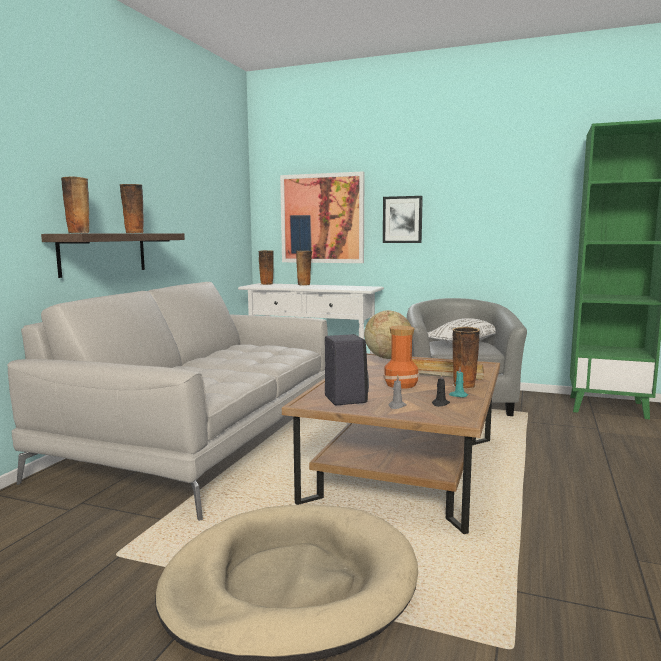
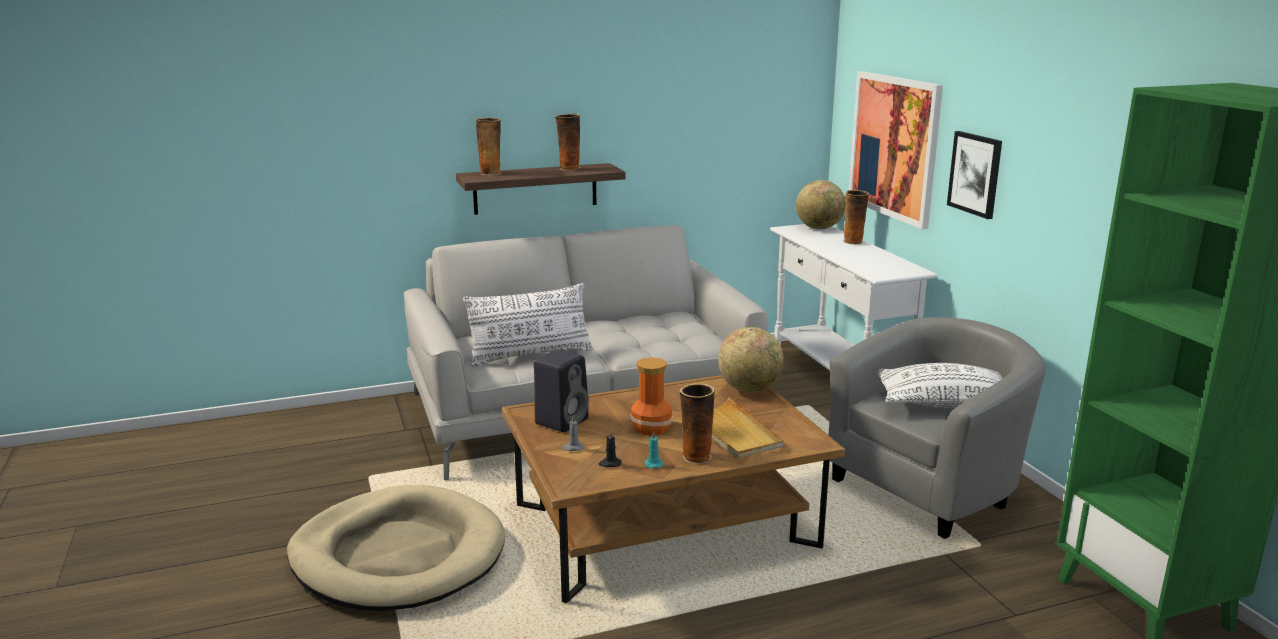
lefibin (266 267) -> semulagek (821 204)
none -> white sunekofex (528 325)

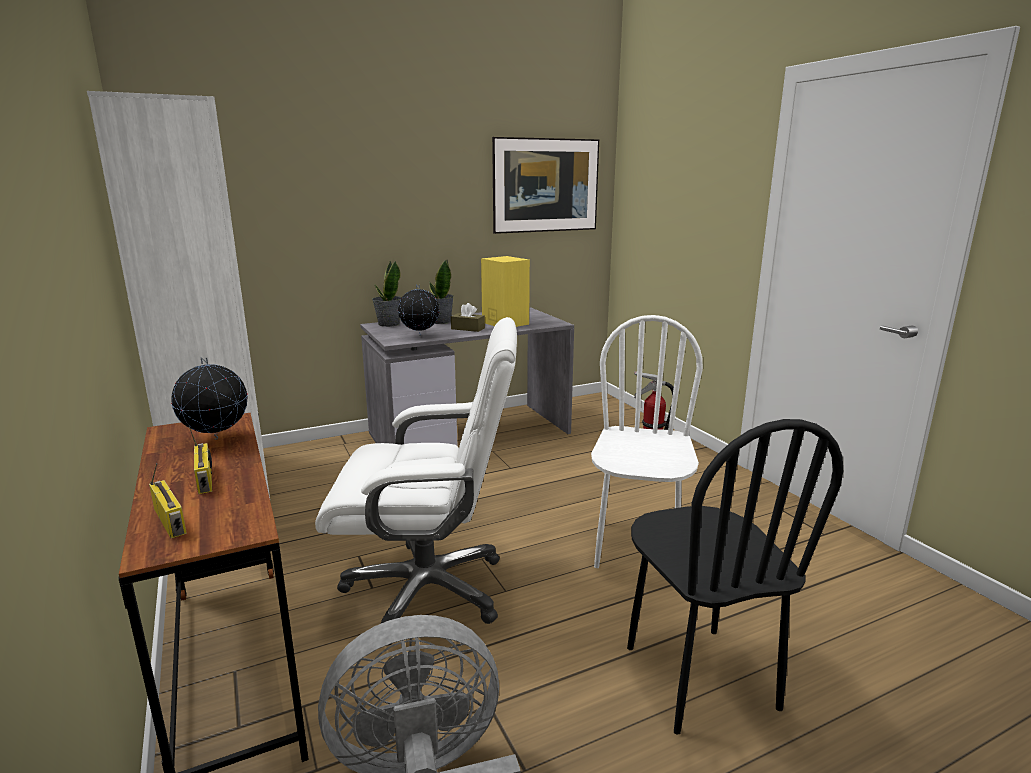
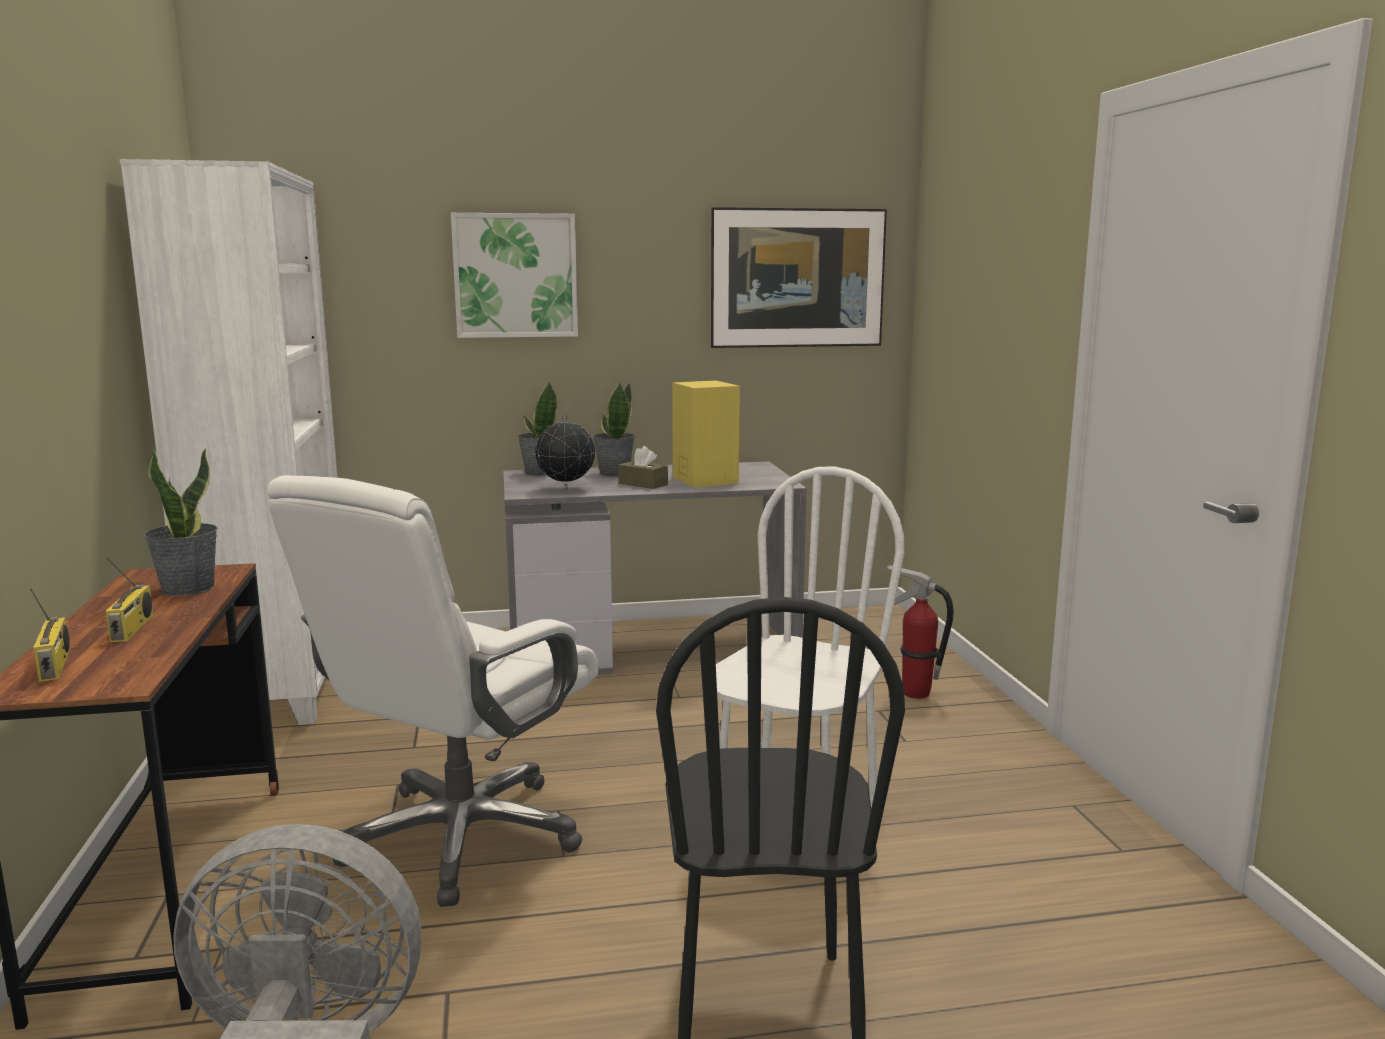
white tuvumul (416 481) -> white tuvumul (433 691), 105 degrees clockwise
semulagek (209 398) -> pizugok (181 522)
none -> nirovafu (514 275)

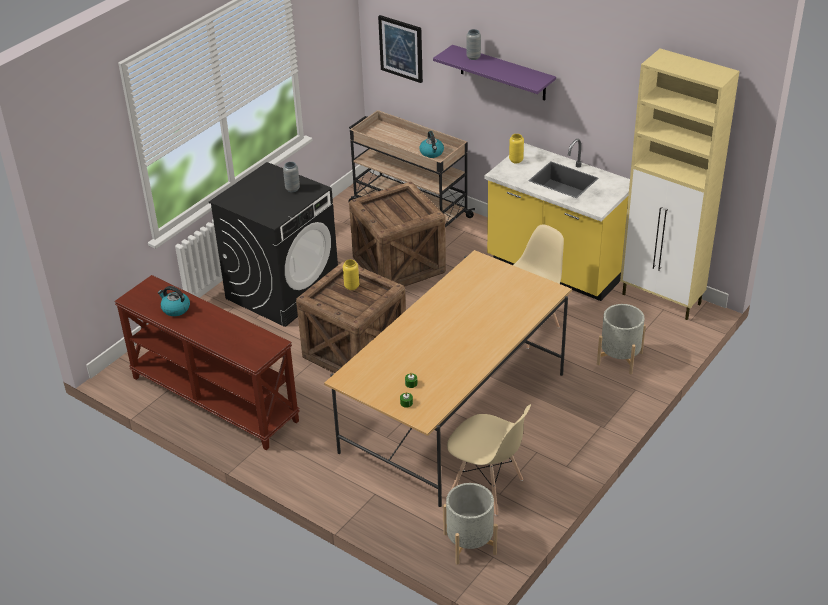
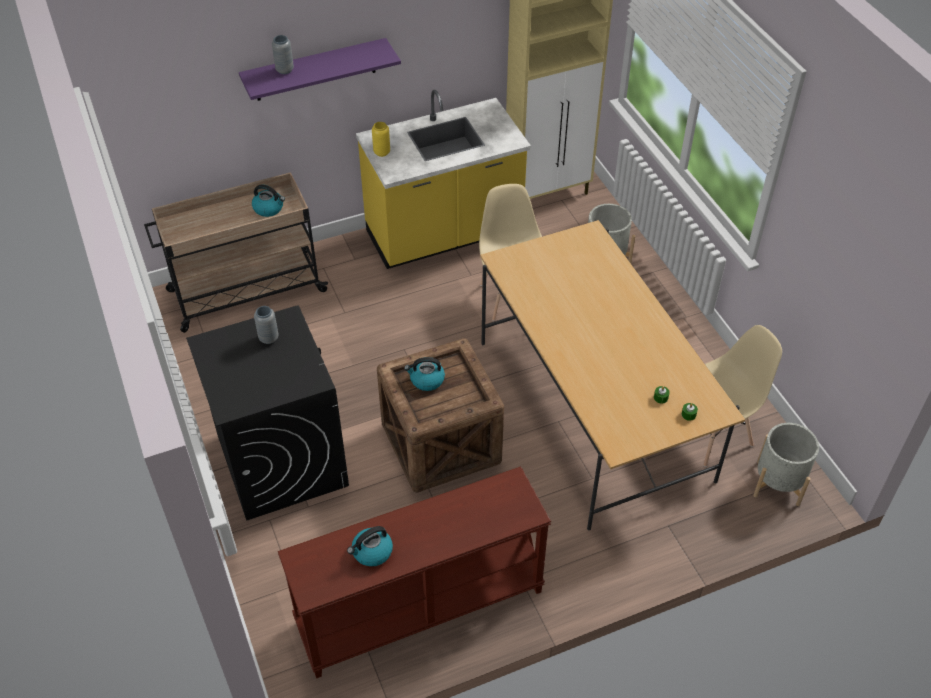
nirovafu (400 49) -> none
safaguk (397 234) -> none
yellow lefibin (351 274) -> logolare (424 374)

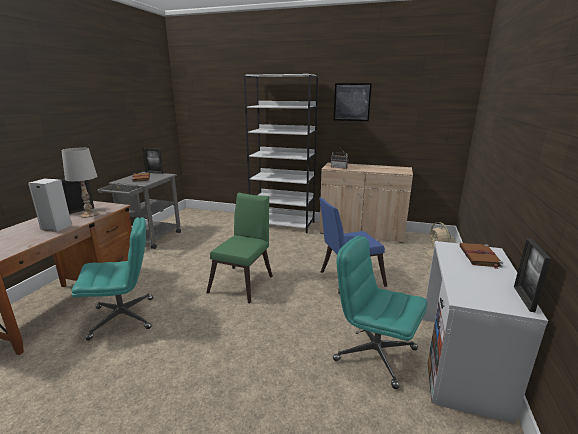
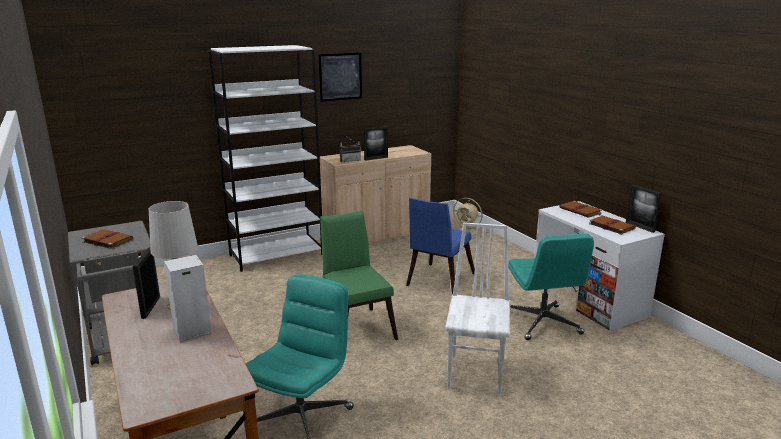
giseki (152 161) -> giseki (376 143), shifted
turquoise tuvumul (380 312) -> turquoise tuvumul (551 287), 90 degrees counterclockwise
none -> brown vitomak (612 225)
none -> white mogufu (477 309)

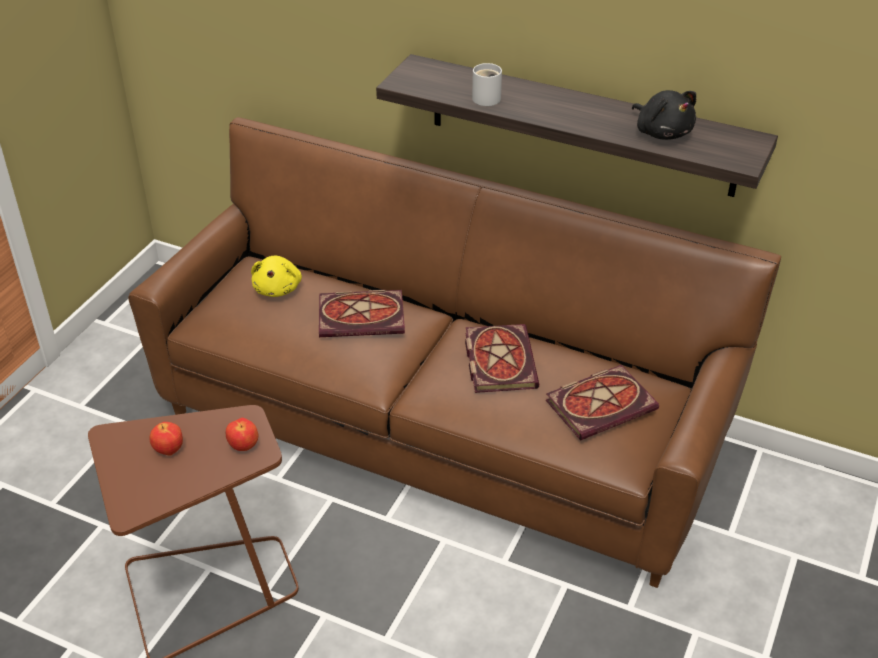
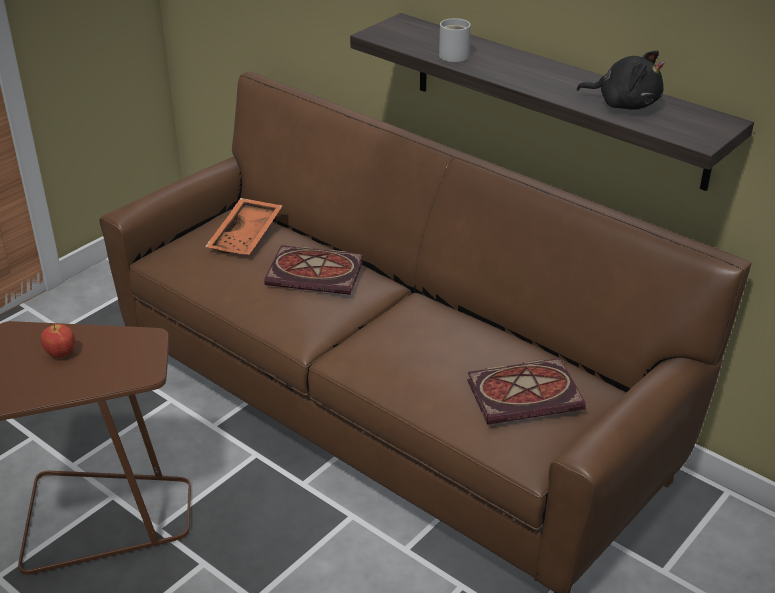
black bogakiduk (664 115) -> black bogakiduk (620 80), 45 degrees counterclockwise
yellow bogakiduk (276 276) -> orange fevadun (244 226)
vitomak (502 358) -> none
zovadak (242 434) -> none

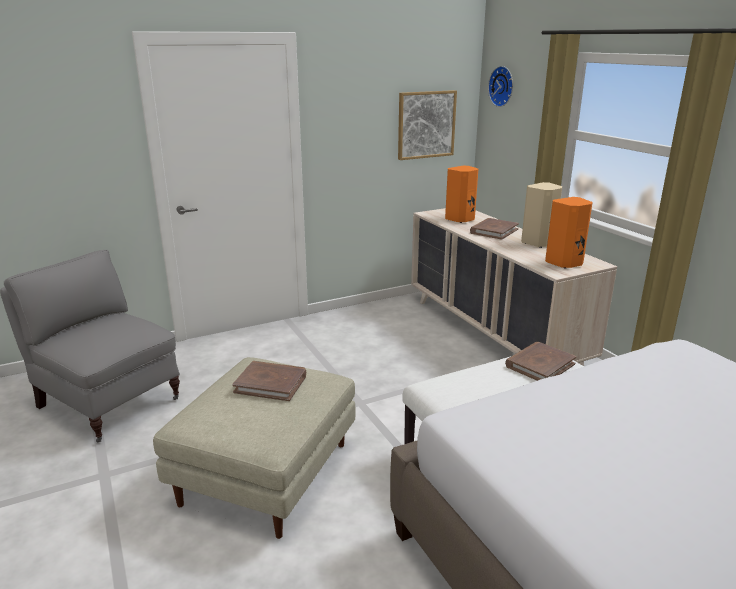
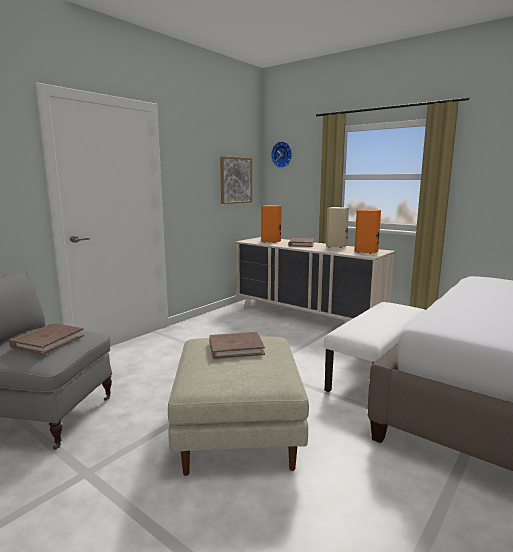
brown vitomak (540 361) -> brown vitomak (46 339), shifted

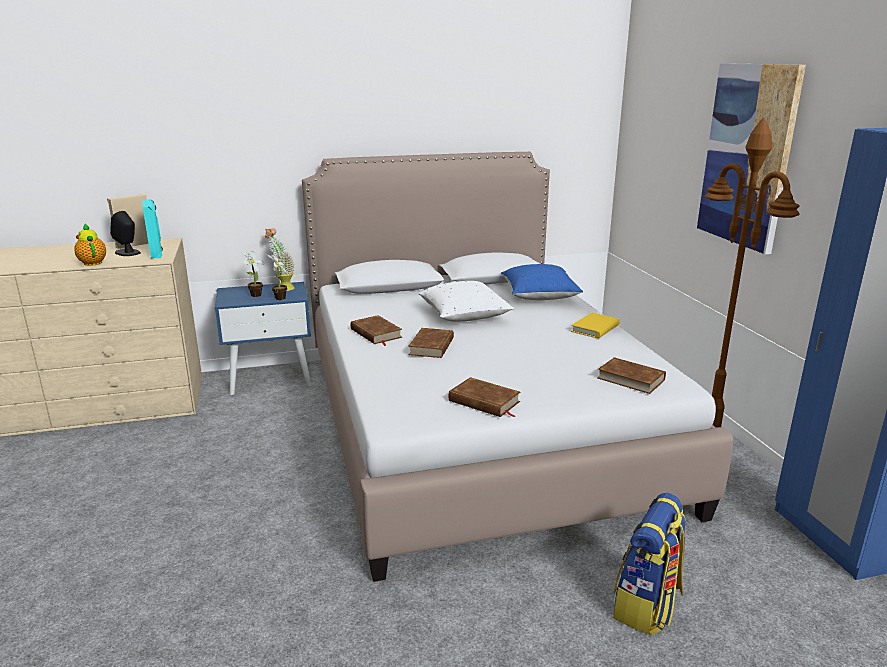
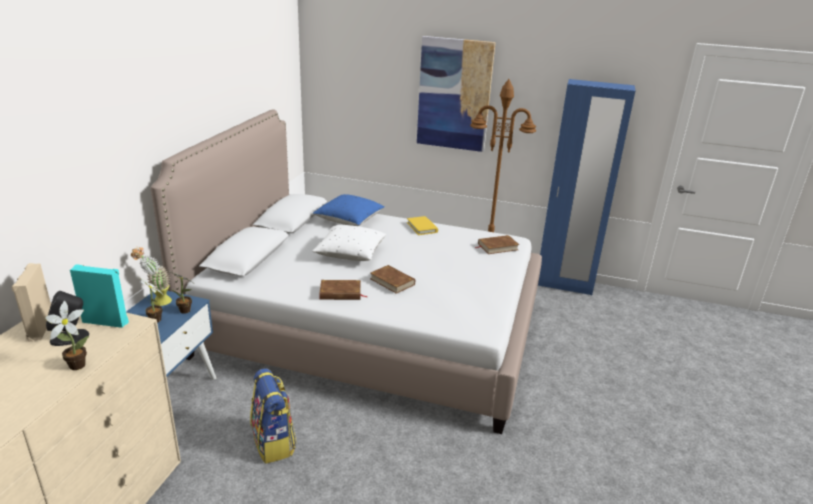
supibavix (90 244) -> pizugok (67 335)
brown vitomak (484 397) -> none
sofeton (649 564) -> sofeton (273 416), shifted

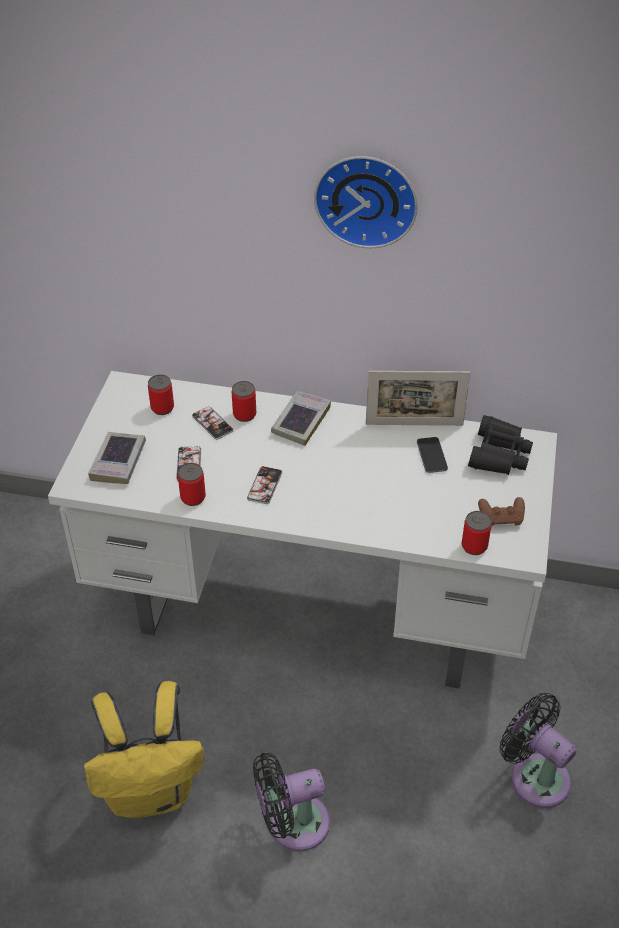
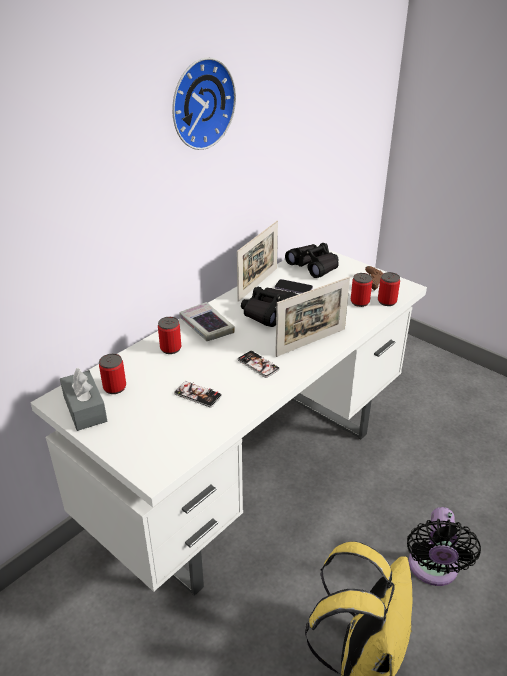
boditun (213 423) -> none
vitomak (117 458) -> none
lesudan (192 484) -> lesudan (361 290), shifted
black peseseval (538 750) -> none
none -> giseki (312 317)
none -> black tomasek (269 307)
none -> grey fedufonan (83 399)

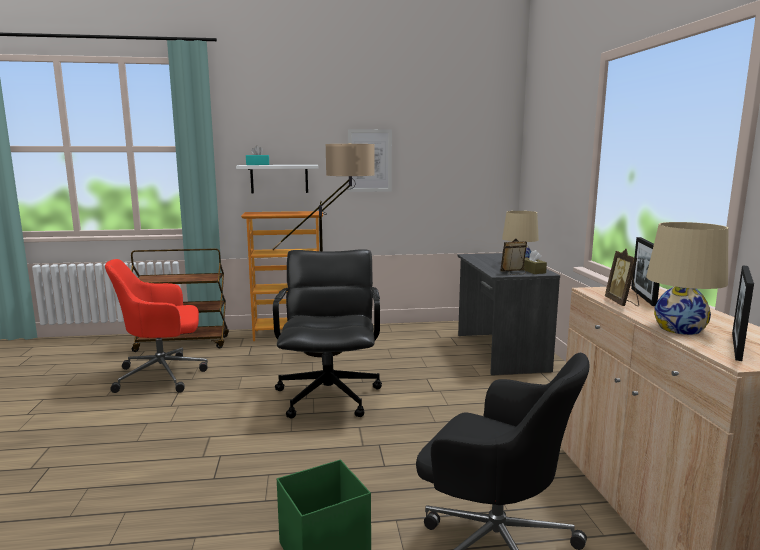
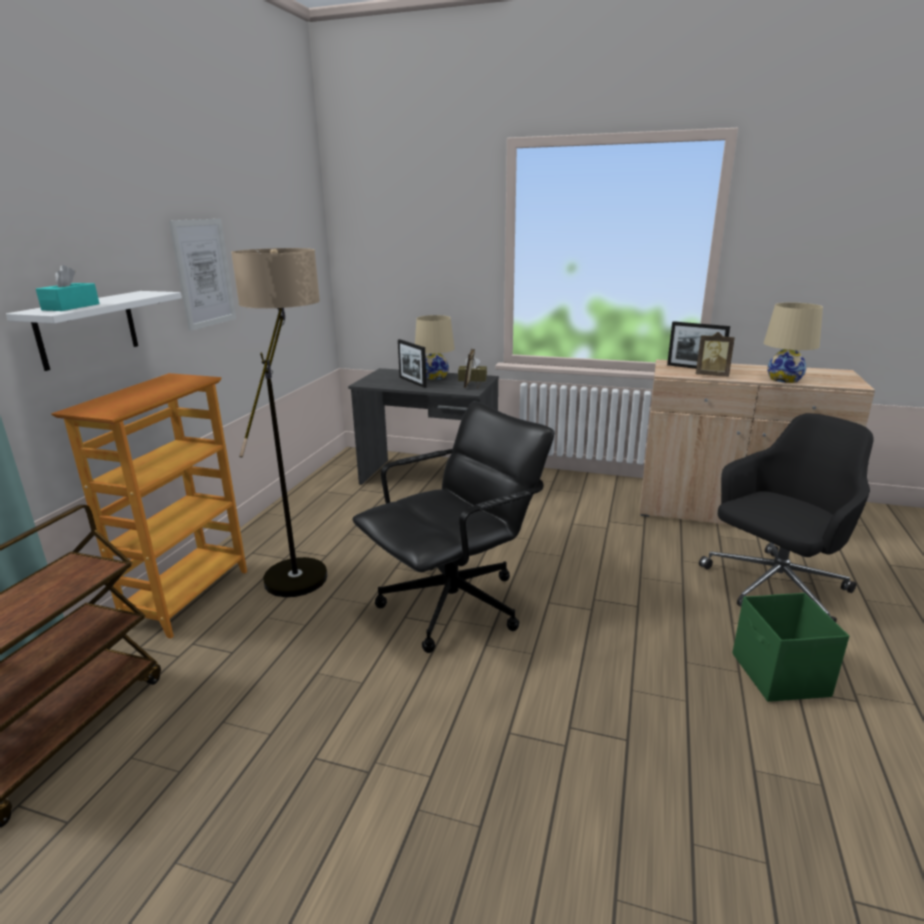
black tuvumul (327 333) -> black tuvumul (453 527), 120 degrees clockwise
red tuvumul (156 326) -> none
giseki (743 313) -> giseki (412 363), shifted

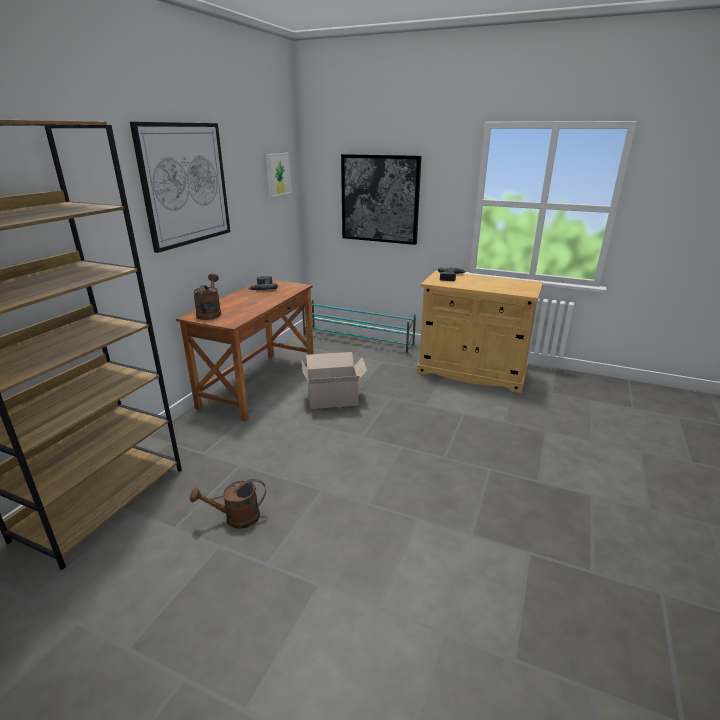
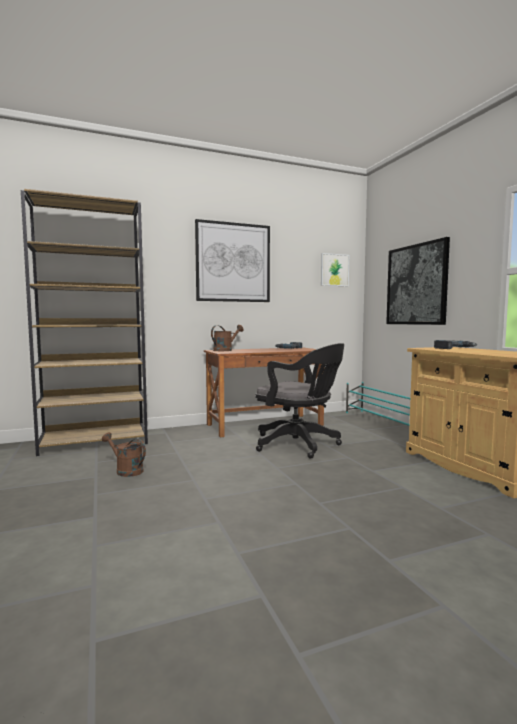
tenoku (334 380) -> black tuvumul (299 401)

